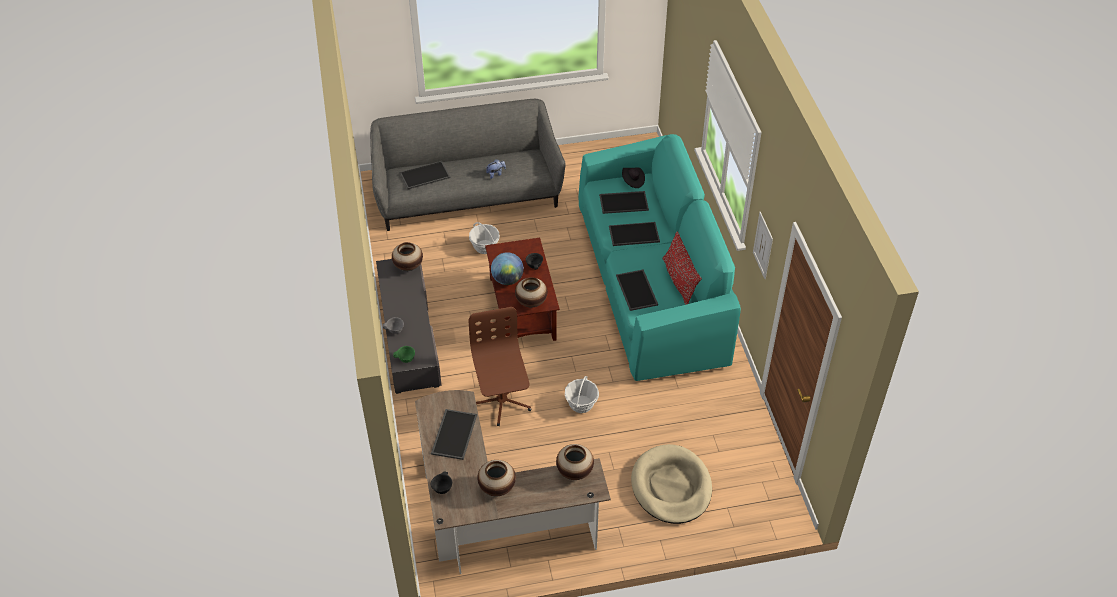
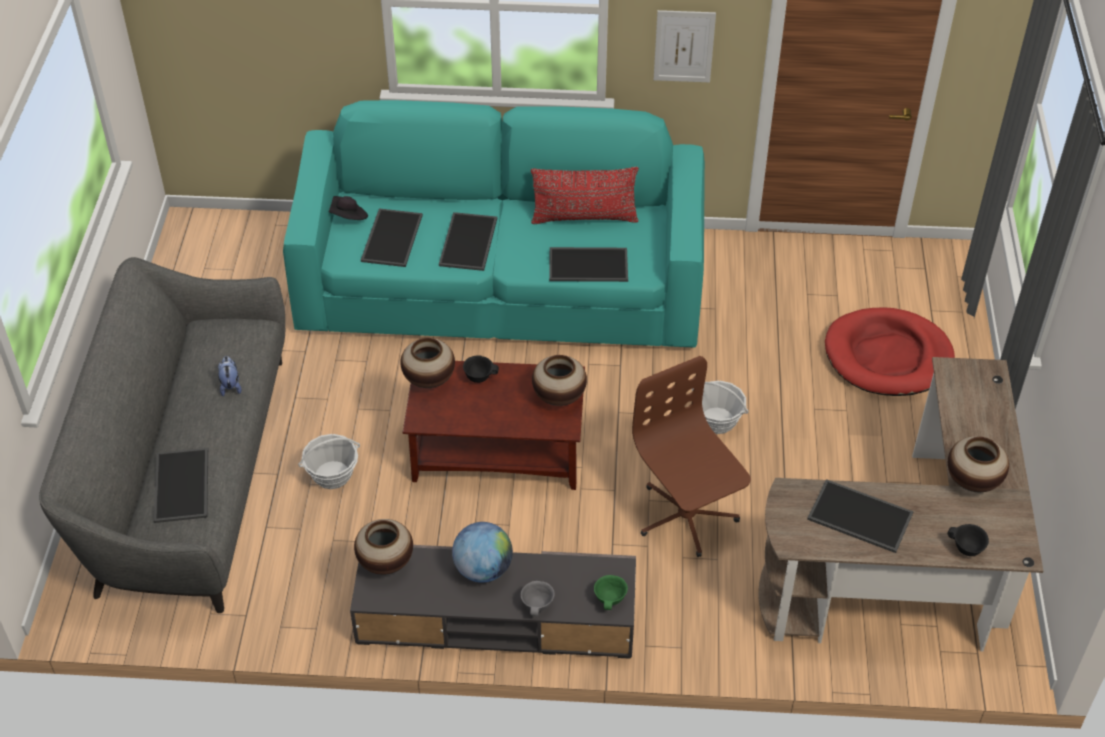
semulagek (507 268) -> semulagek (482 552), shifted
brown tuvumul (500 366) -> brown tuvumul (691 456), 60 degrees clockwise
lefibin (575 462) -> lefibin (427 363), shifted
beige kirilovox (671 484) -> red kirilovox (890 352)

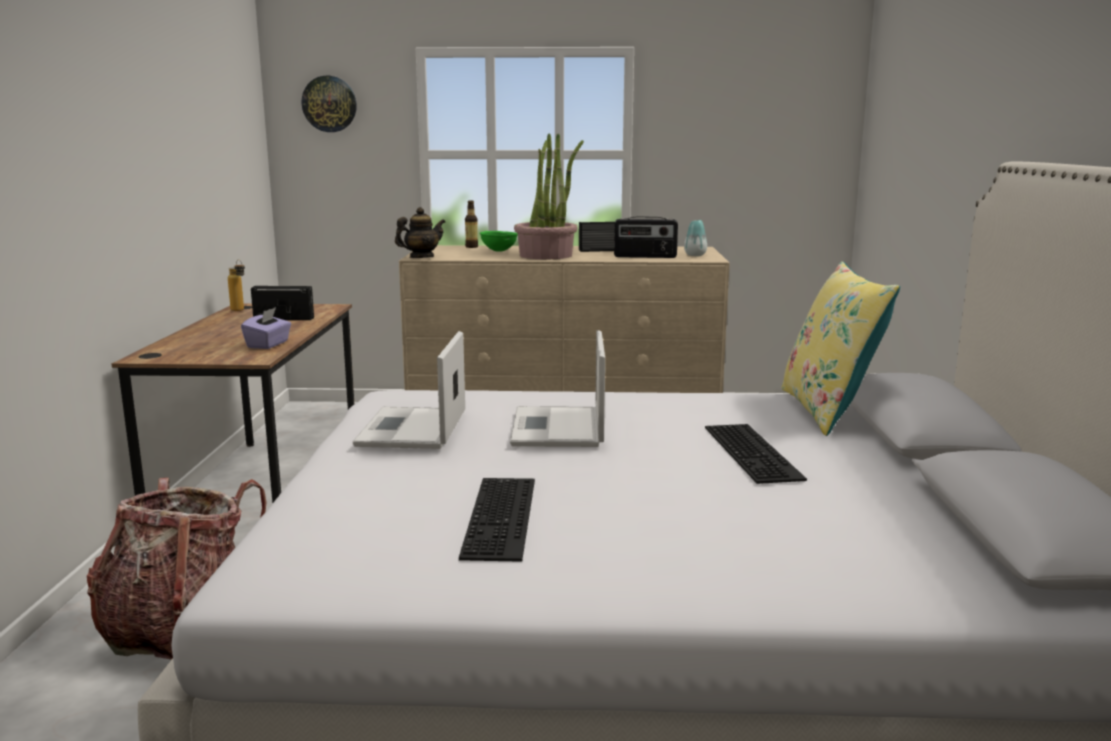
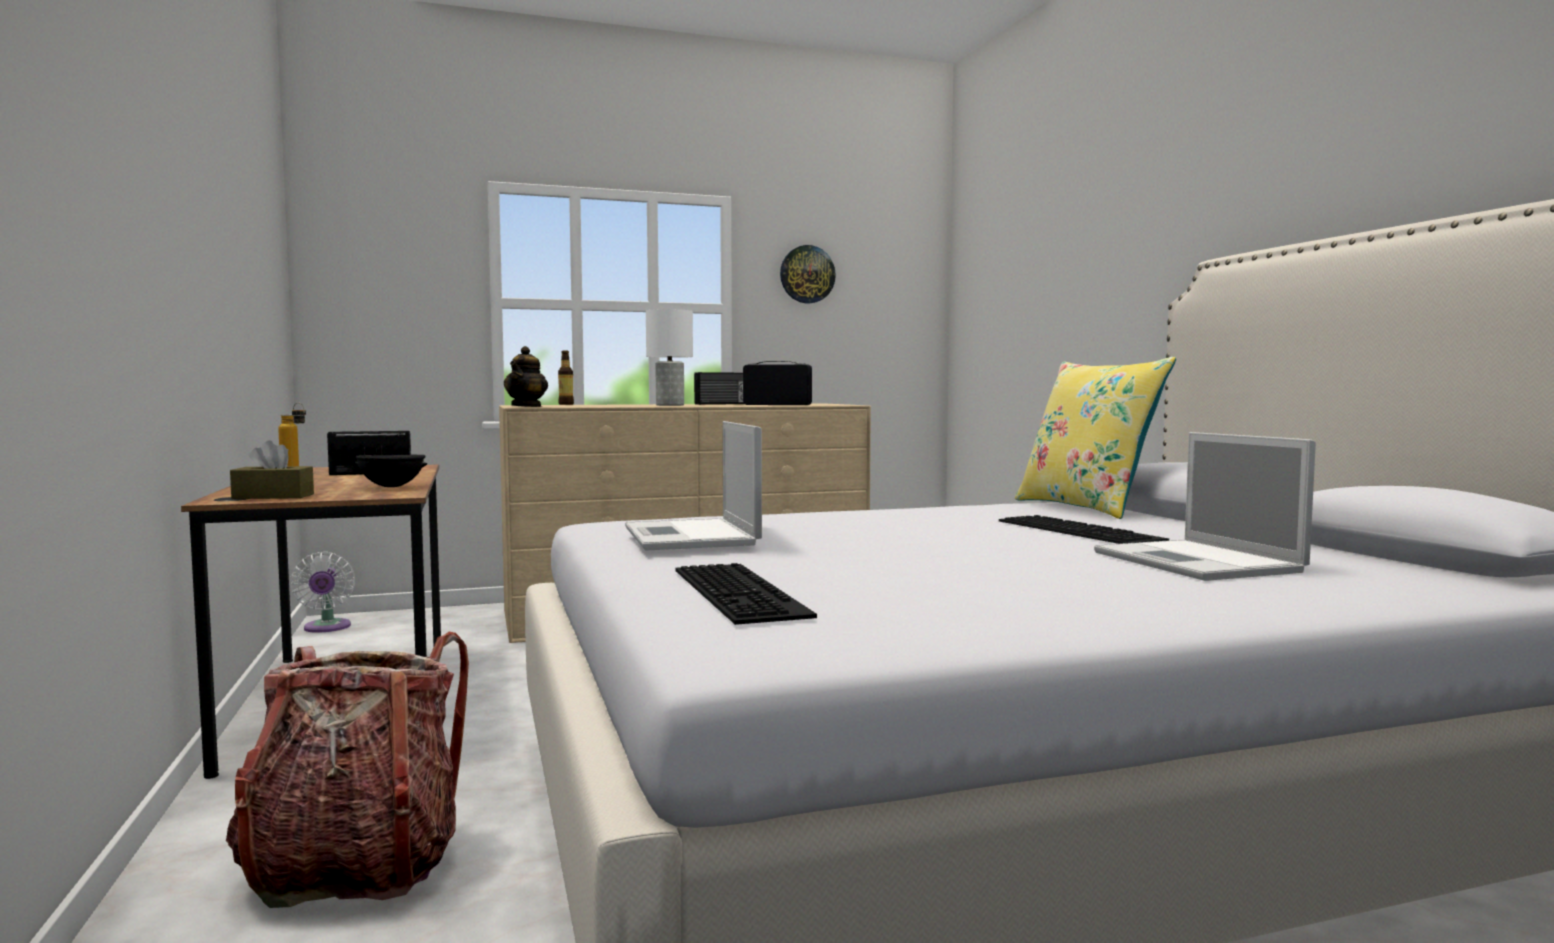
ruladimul (329 104) -> ruladimul (808 274), shifted
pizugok (549 196) -> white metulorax (669 357)
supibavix (420 232) -> supibavix (526 376), 150 degrees clockwise
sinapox (646 237) -> sinapox (777 383), 150 degrees counterclockwise
lefibin (695 238) -> none
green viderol (499 241) -> none
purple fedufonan (266 328) -> black viderol (391 471)
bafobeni (557 388) -> bafobeni (1205 506), shifted
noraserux (497 520) -> noraserux (746 594), shifted
none -> brown fedufonan (272 469)
none -> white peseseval (322 592)

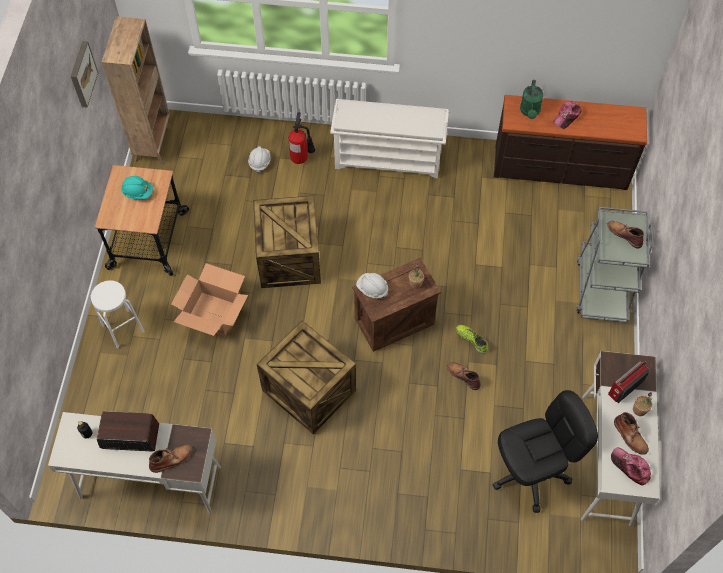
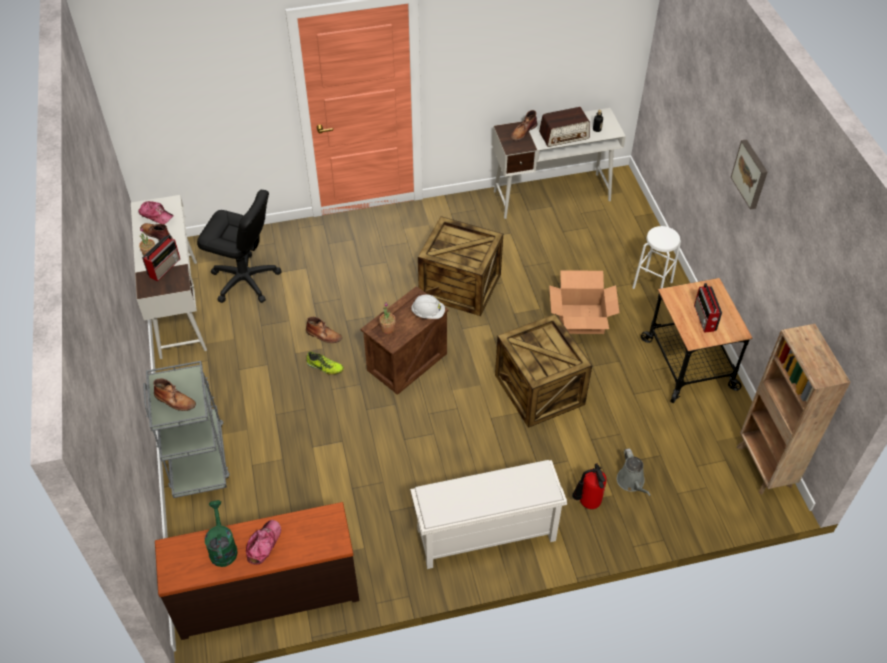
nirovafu (84 74) -> nirovafu (749 175), shifted
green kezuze (532 99) -> green kezuze (221 533), shifted
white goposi (259 159) -> grey kezuze (634 472)
turquoise goposi (137 187) -> sinapox (708 308)
black tuvumul (545 451) -> black tuvumul (239 246), 120 degrees counterclockwise

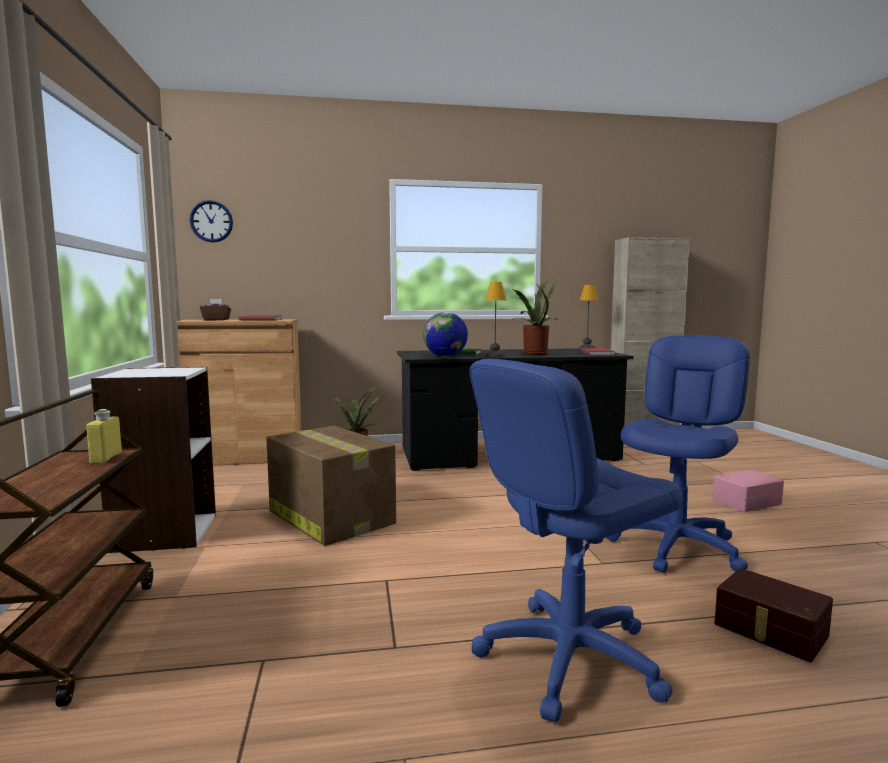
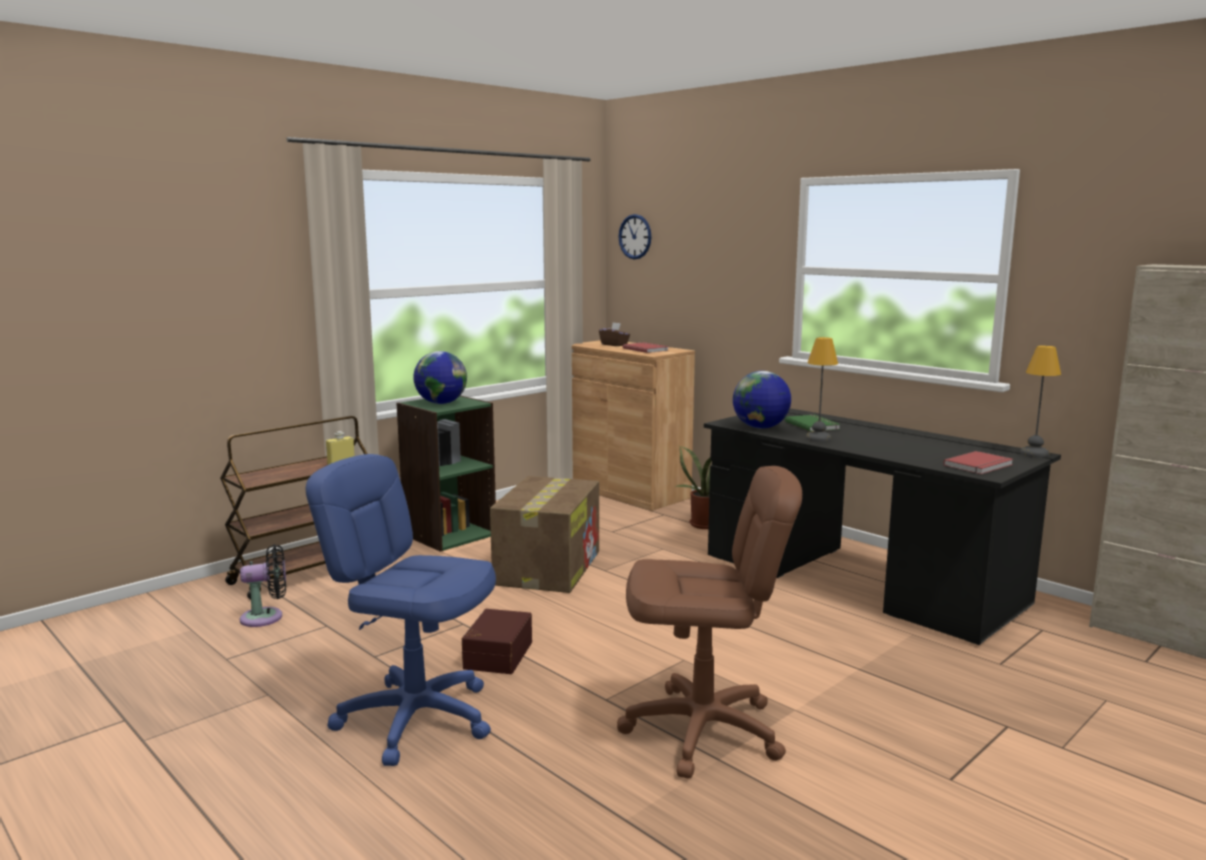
pizugok (534 318) -> none
blue tuvumul (678 454) -> brown tuvumul (709 622)
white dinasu (153 460) -> green dinasu (446 473)
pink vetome (748 491) -> none
brown vetome (773 615) -> brown vetome (497 641), shifted
none -> semulagek (440 377)
none -> black peseseval (263 585)

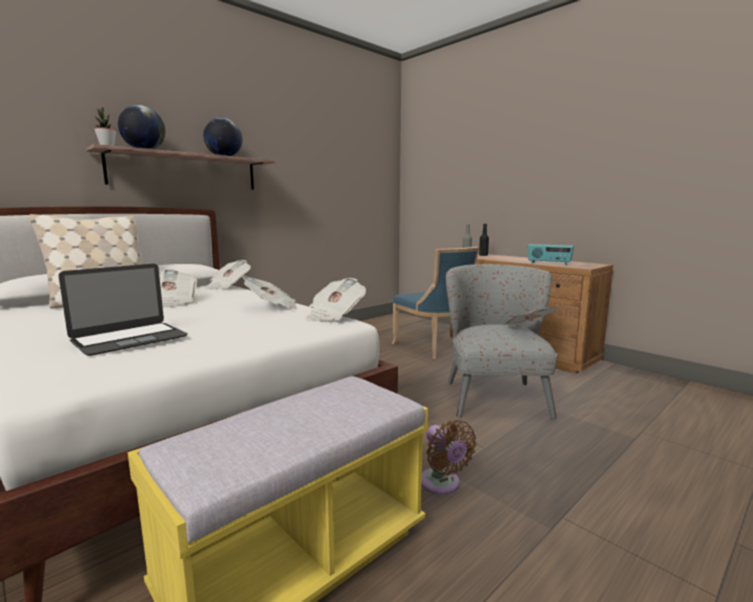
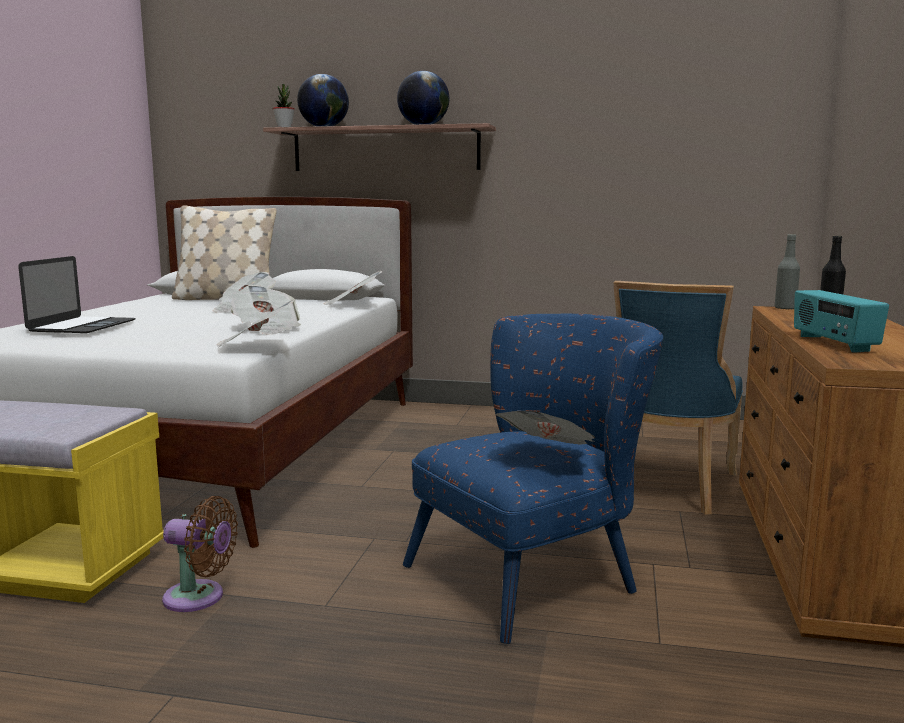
bafobeni (123 310) -> bafobeni (77 294), 90 degrees counterclockwise
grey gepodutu (501 341) -> blue gepodutu (533 479)
brown peseseval (449 457) -> brown peseseval (200 554), 105 degrees counterclockwise

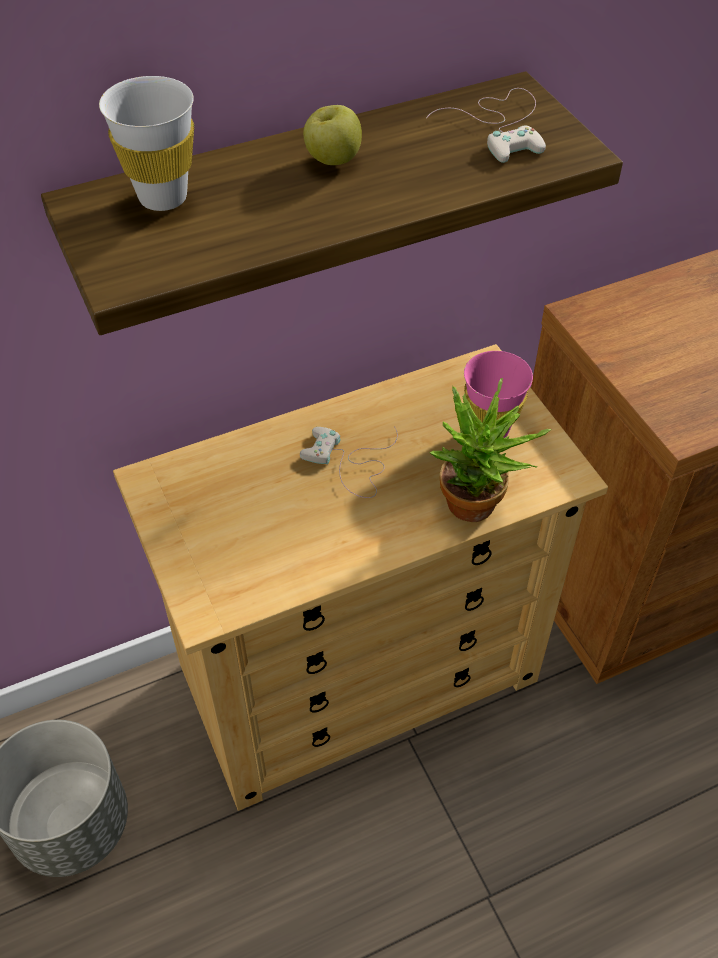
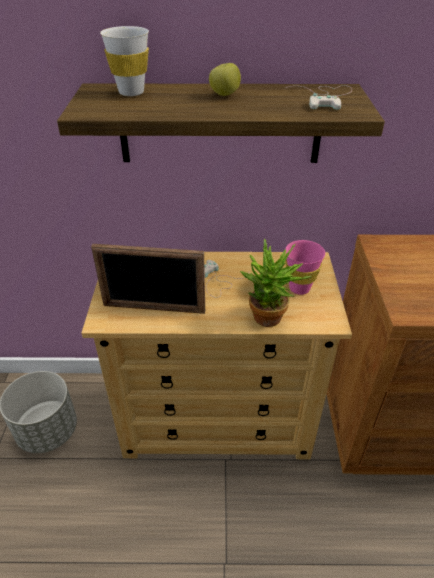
none -> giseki (148 279)

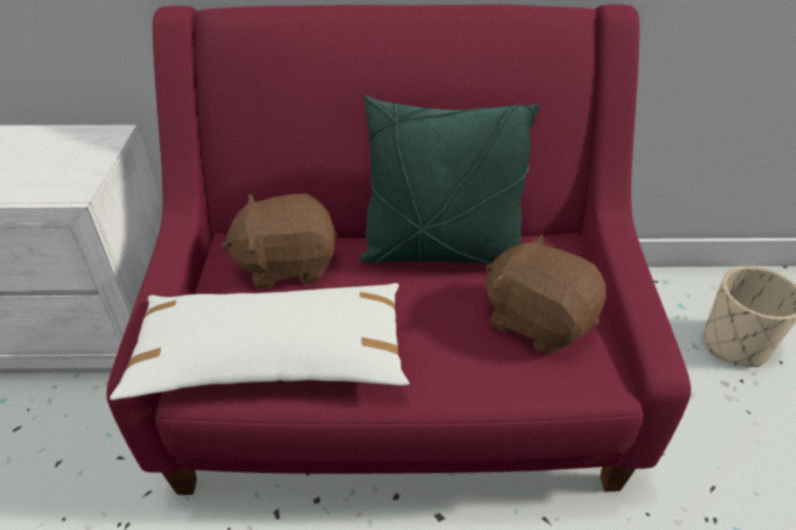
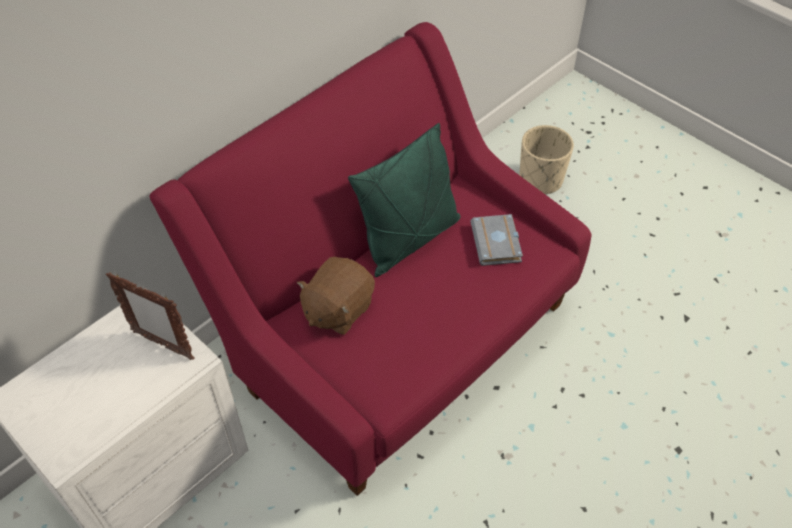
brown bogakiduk (546 294) -> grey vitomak (496 240)
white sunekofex (259 341) -> none
none -> giseki (150 316)

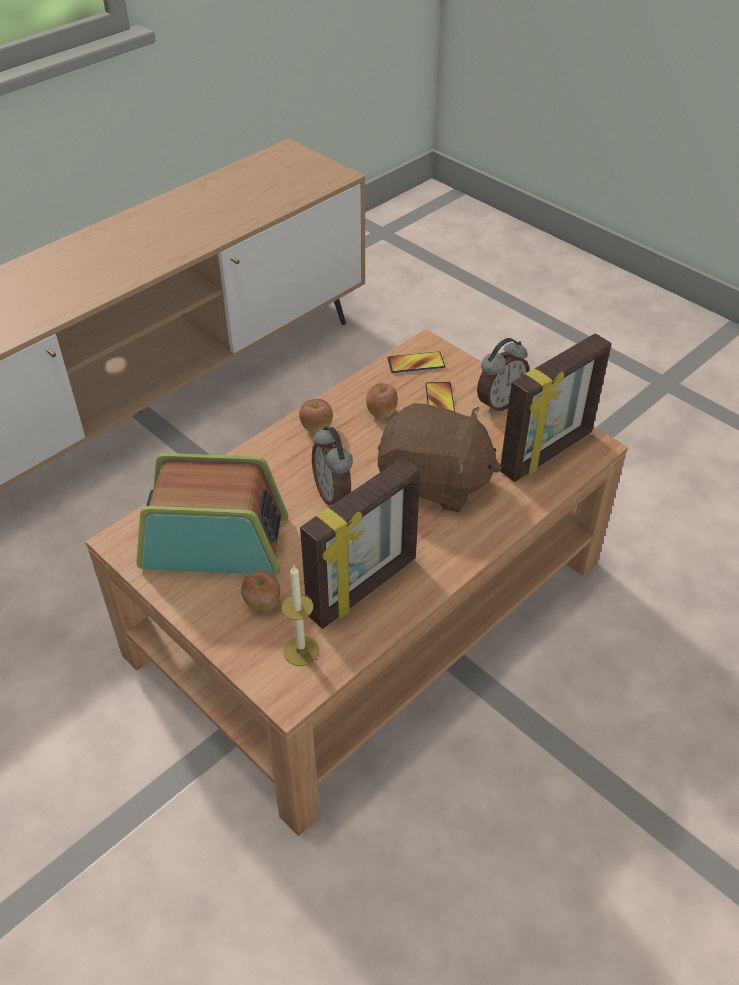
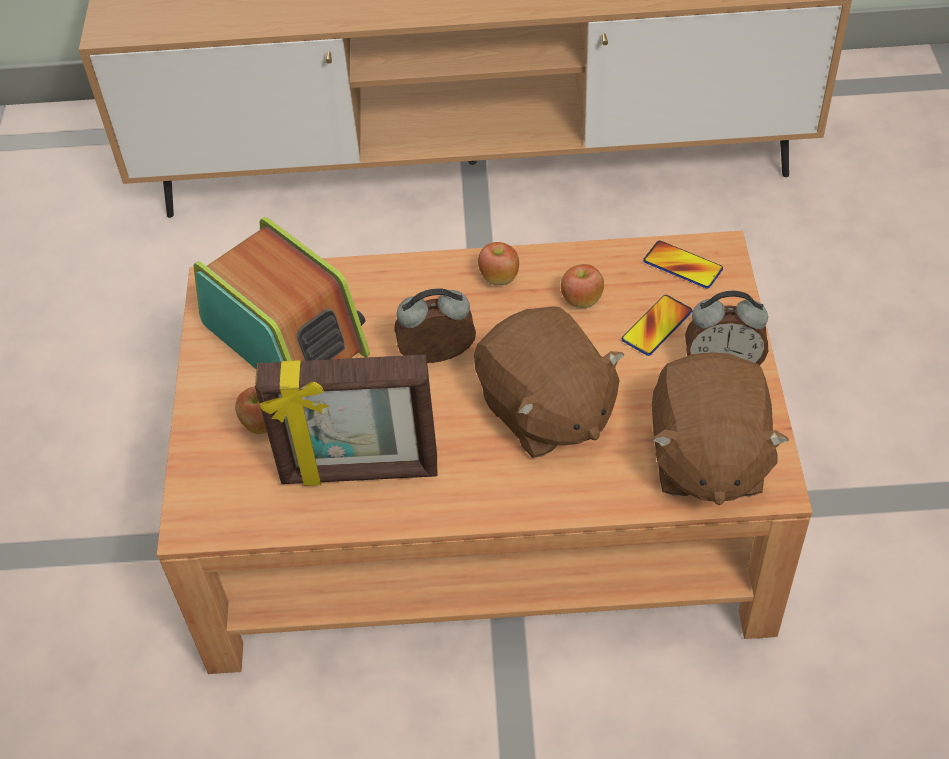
giseki (556 407) -> brown bogakiduk (720 428)
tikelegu (332 465) -> tikelegu (435 326), 60 degrees clockwise
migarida (300 616) -> none

